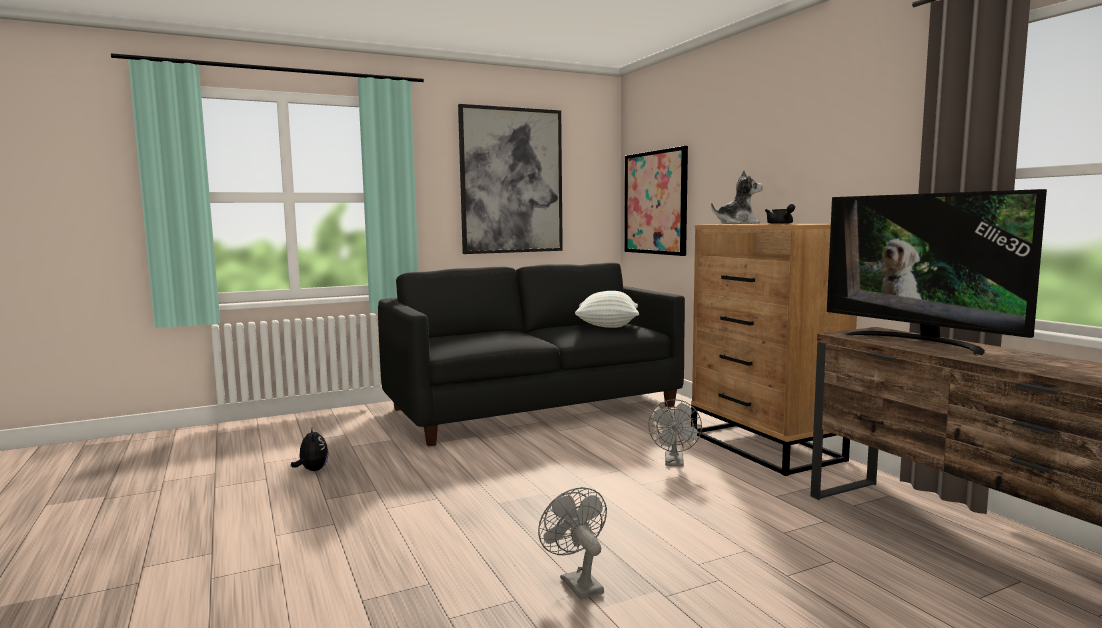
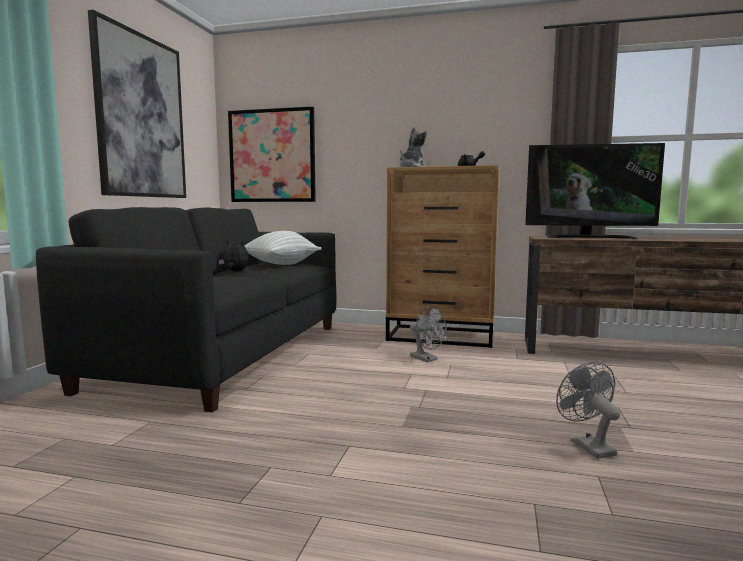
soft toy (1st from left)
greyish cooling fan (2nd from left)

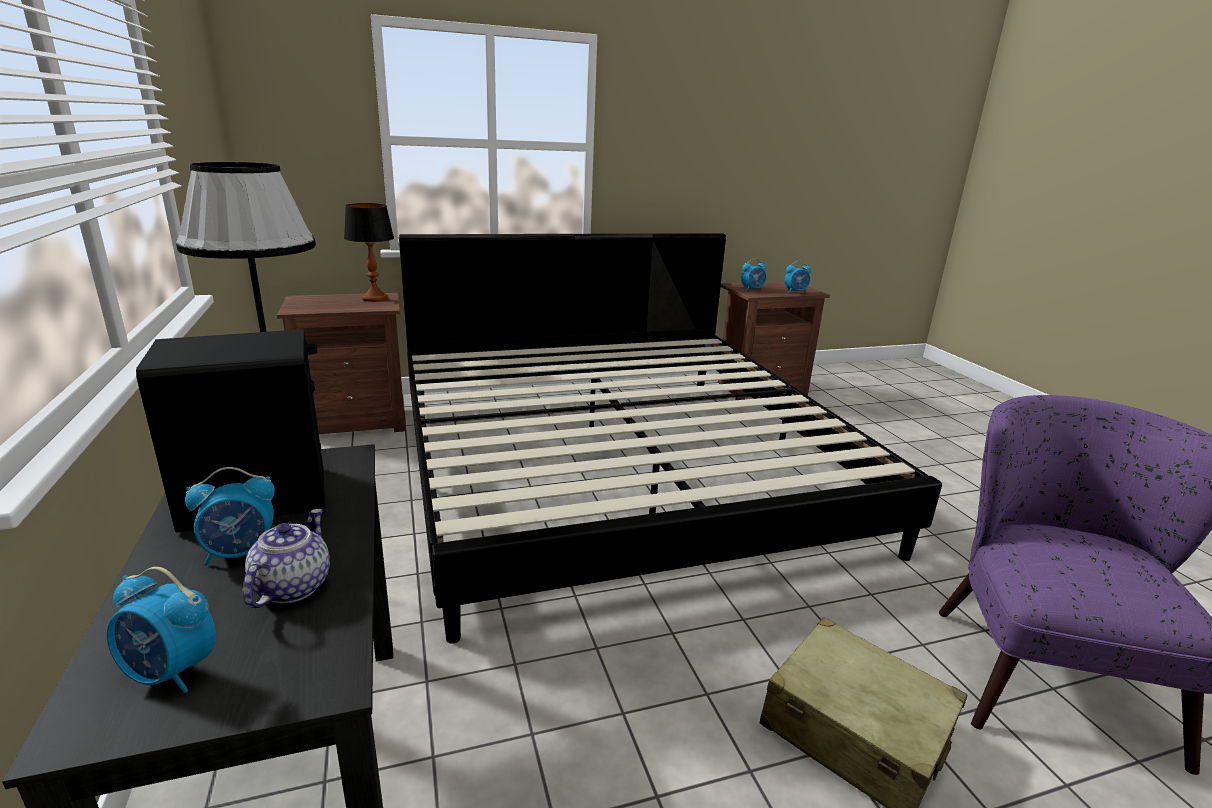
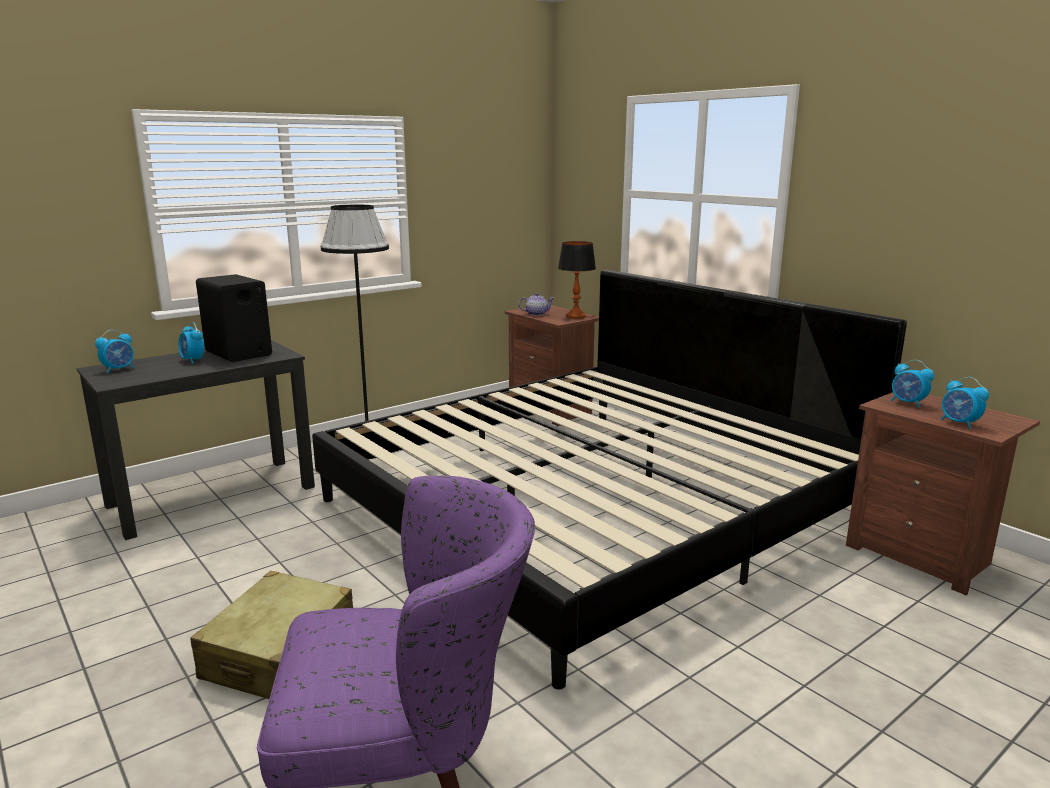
pot for tea
alarm clock (1st from left)

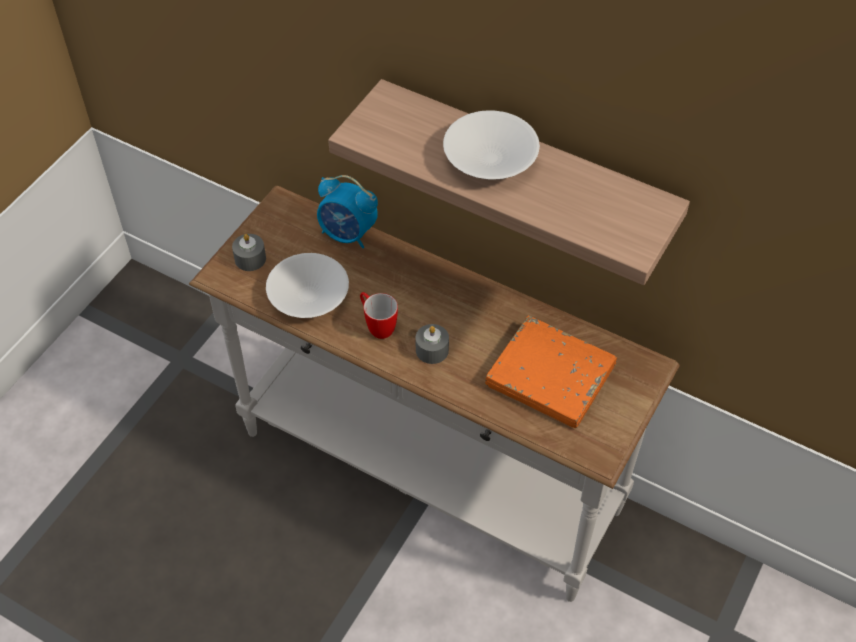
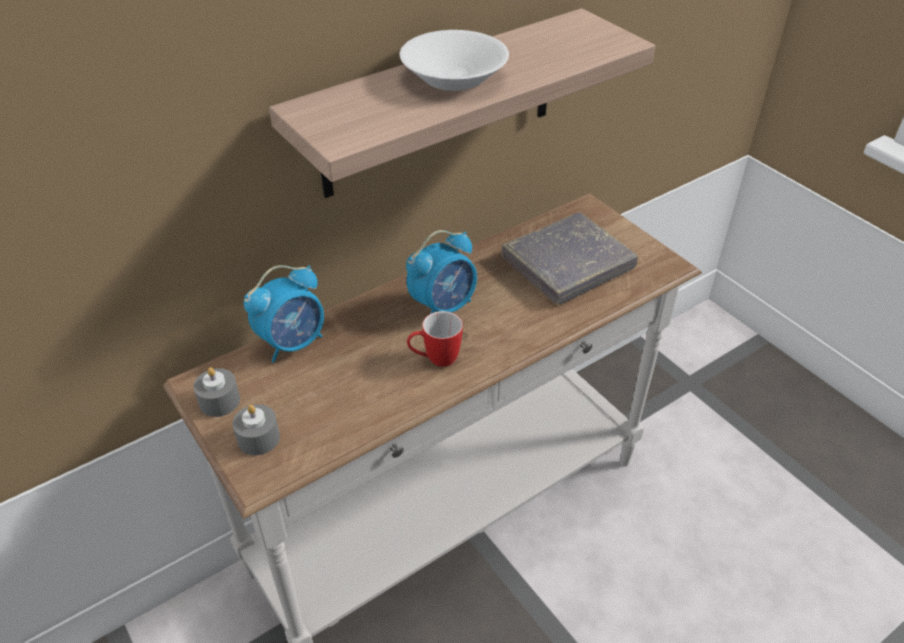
whitish deep dish (1st from left in the first image)
greyish book
greyish candle (1st from left)
alarm clock (2nd from left)

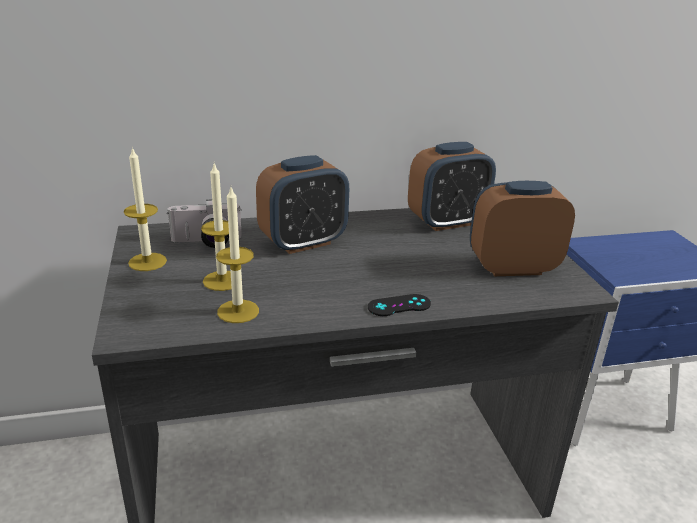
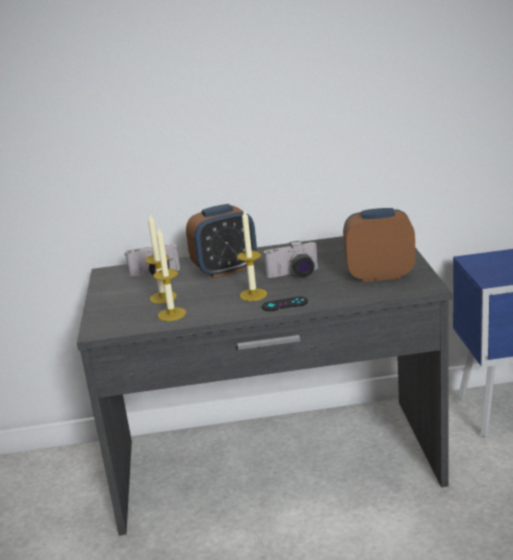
alarm clock (2nd from left in the first image)
candle (3rd from left)
still camera (2nd from left)

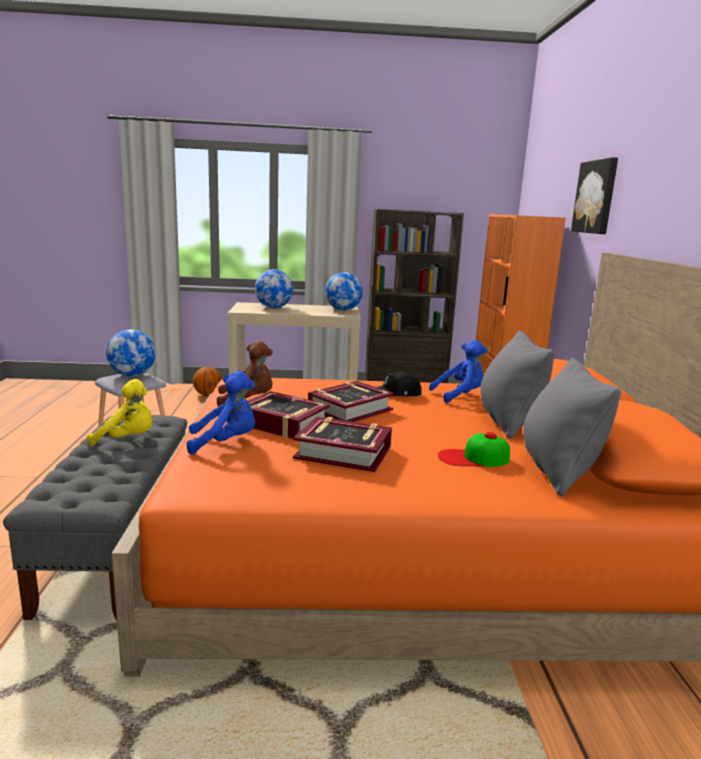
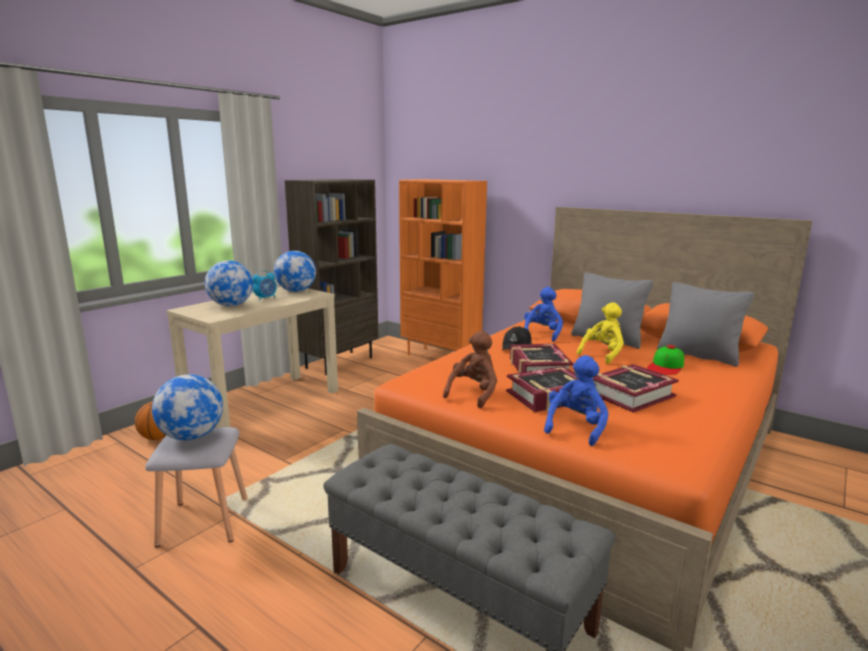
wall picture
yellow-coloured soft toy
alarm clock

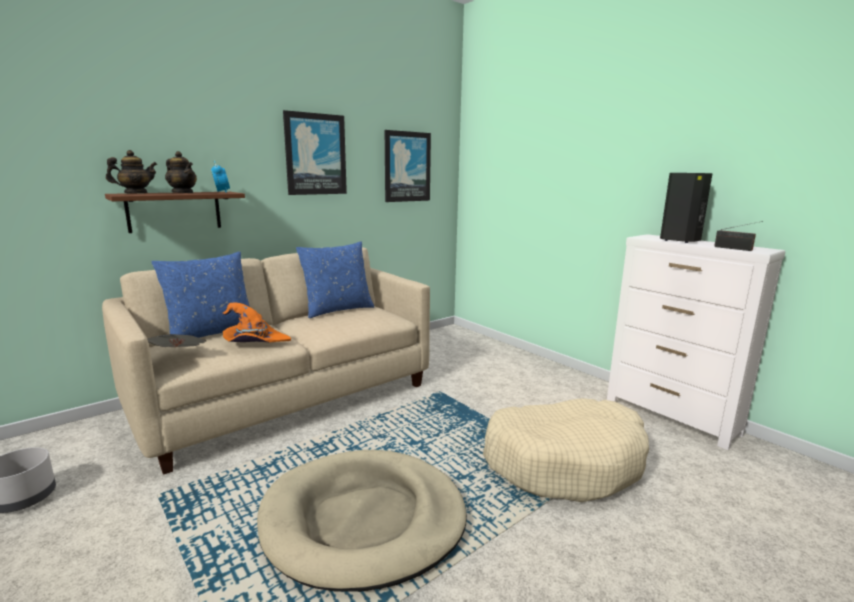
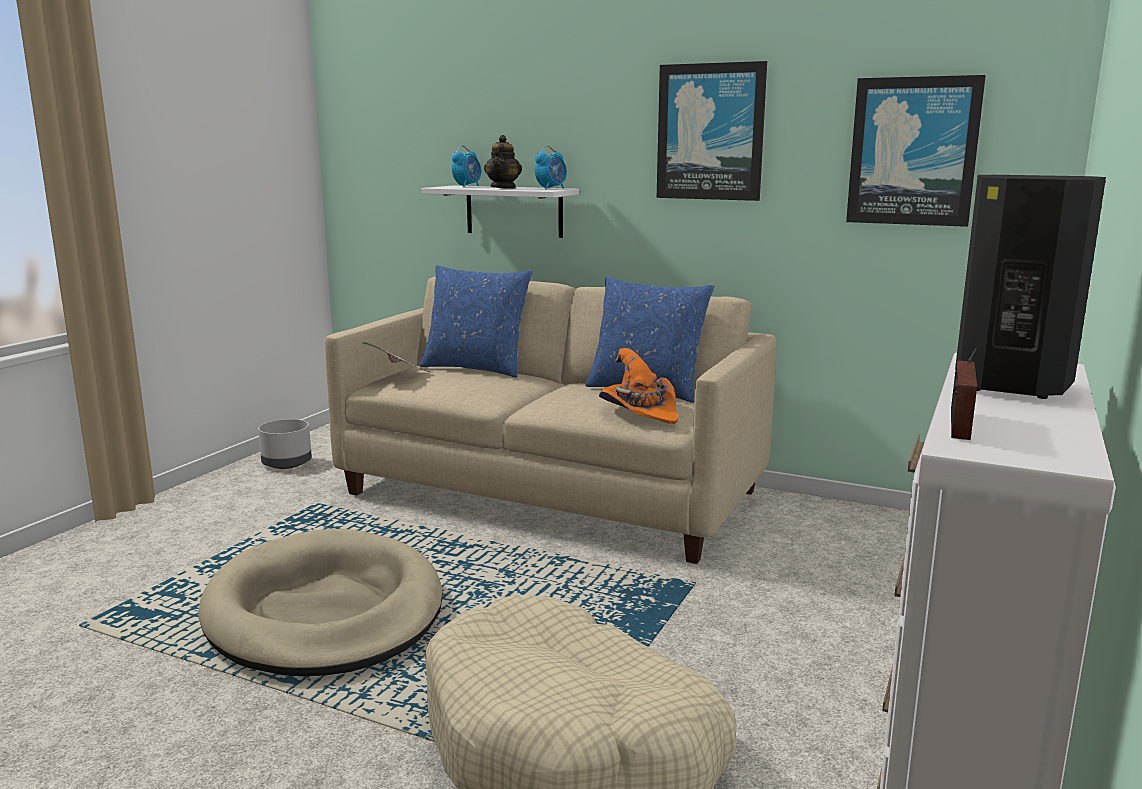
alarm clock (1st from left)
whitish bracket shelf
orange wearable hat

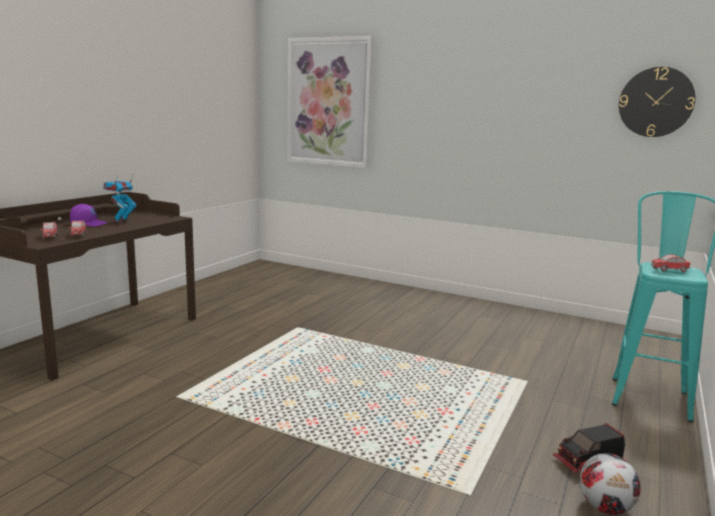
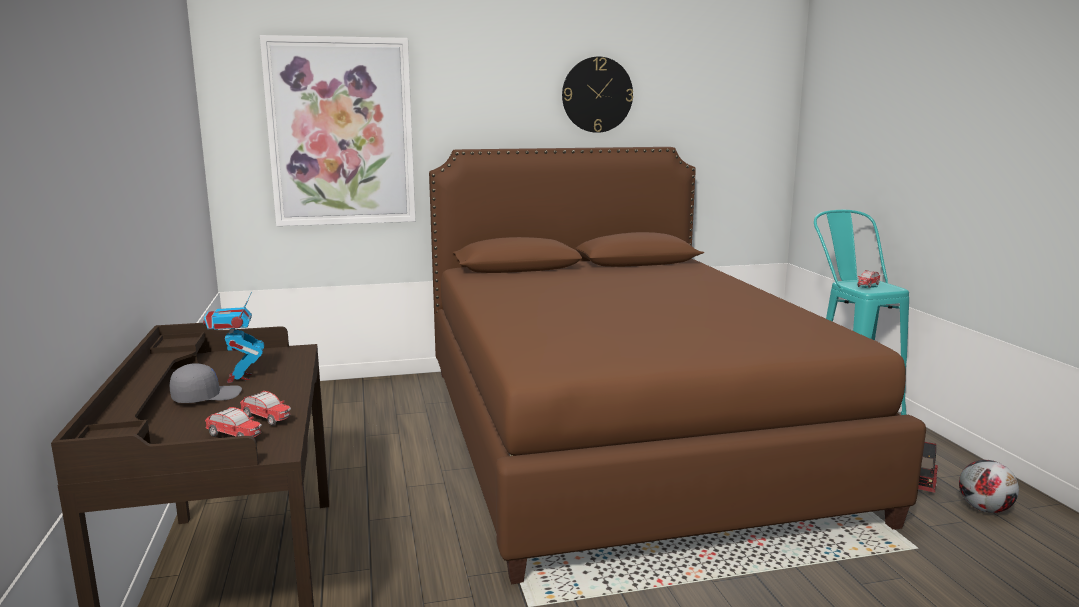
wall clock
greyish cap
brown bedroom bed

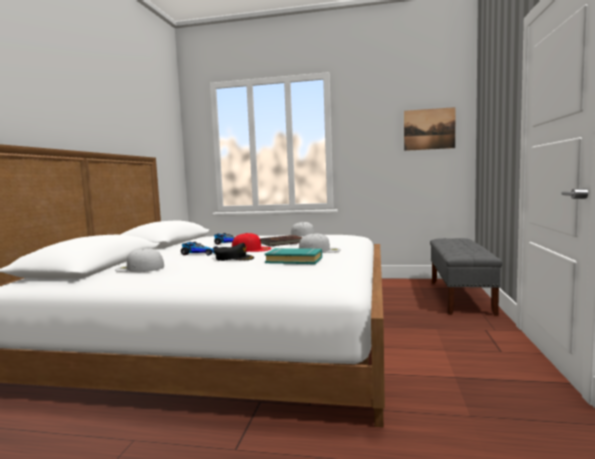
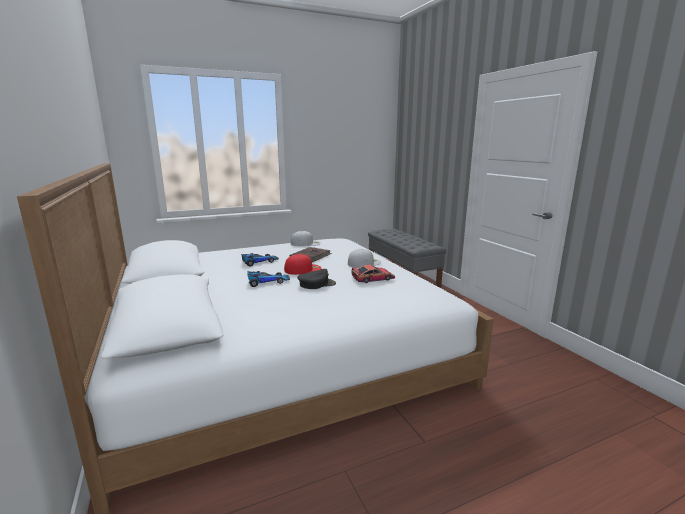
wall picture
whitish cap (1st from left in the first image)
miniature car (3rd from left)

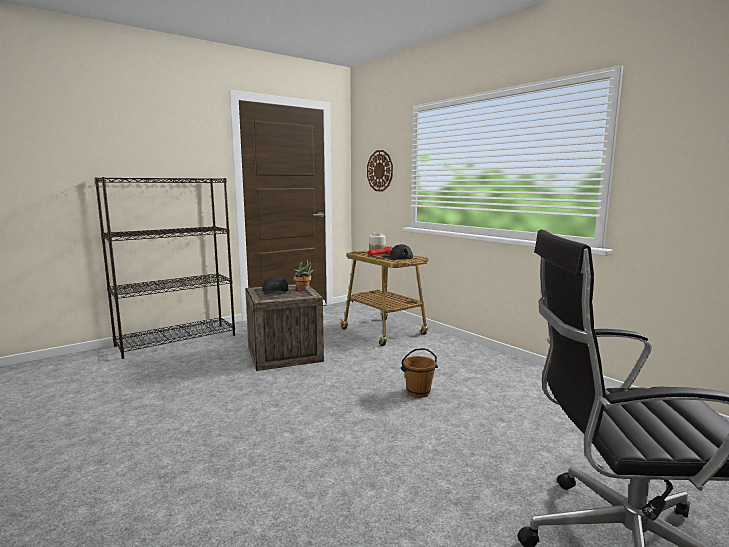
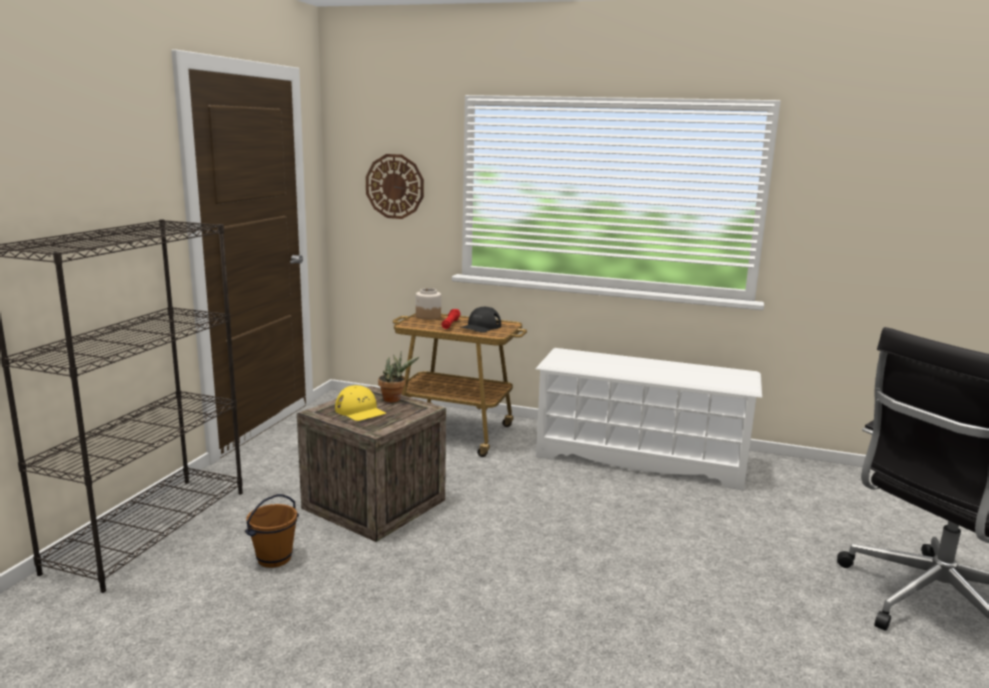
yellow-coloured cap
brown water bucket
whitish shoe stand

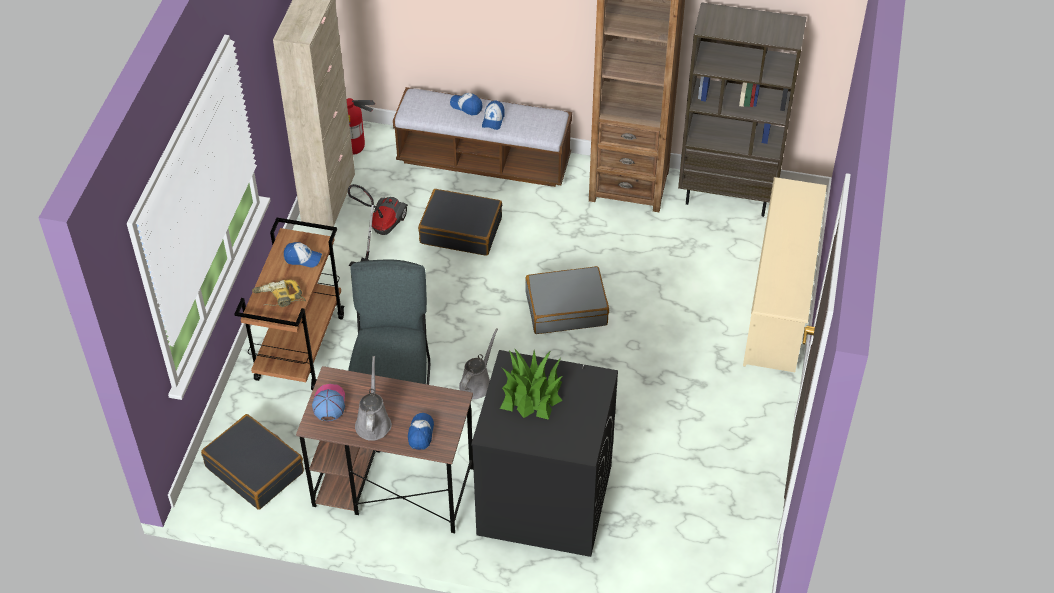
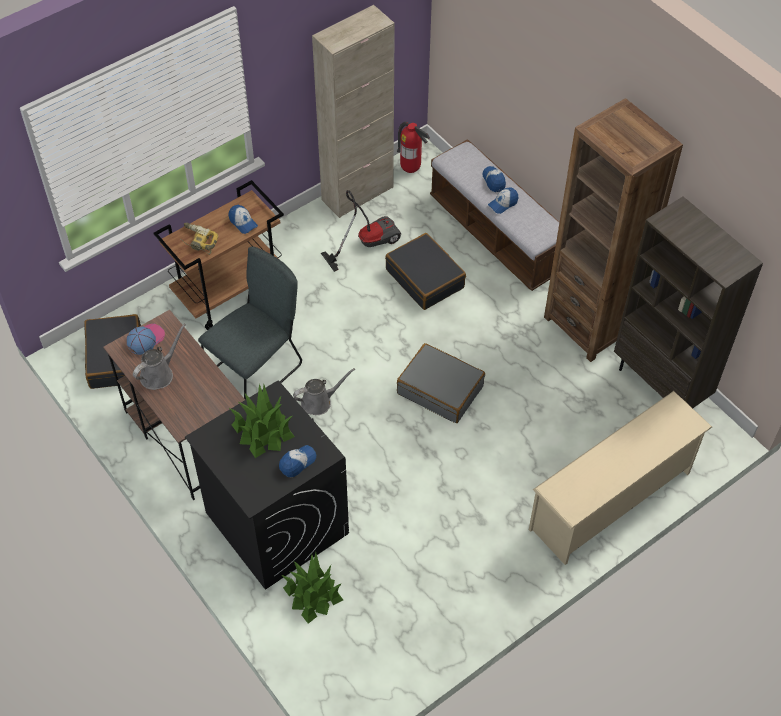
cap (3rd from left)
potted plant (2nd from left)

